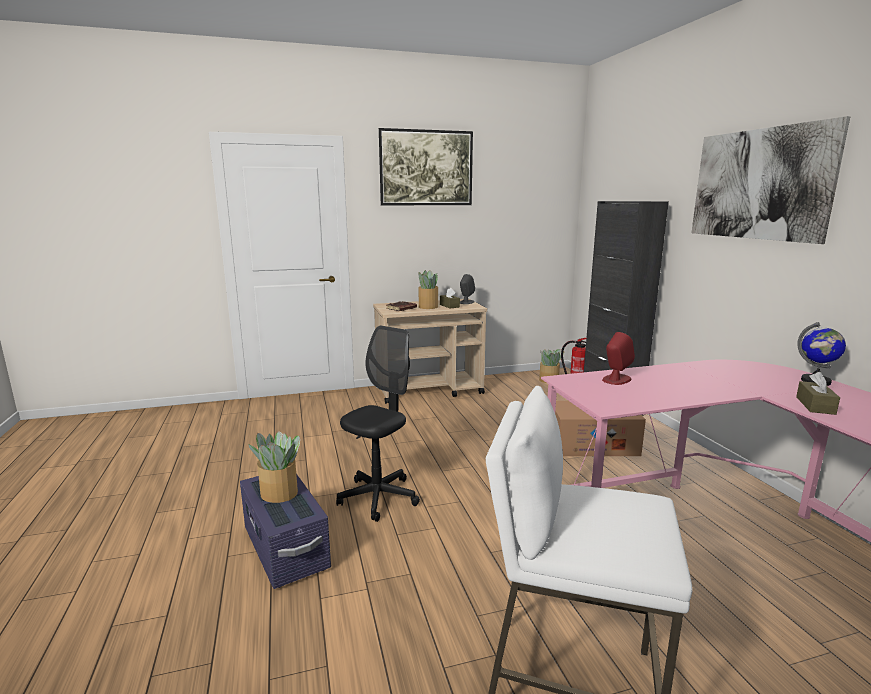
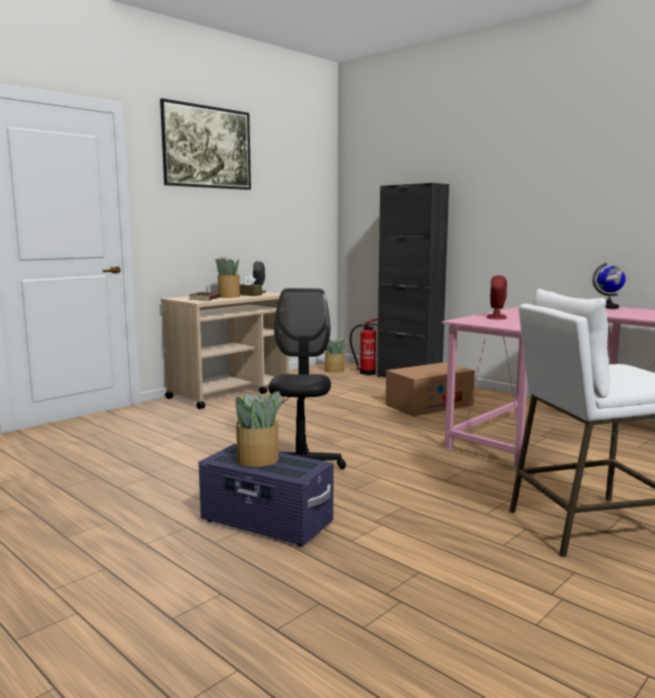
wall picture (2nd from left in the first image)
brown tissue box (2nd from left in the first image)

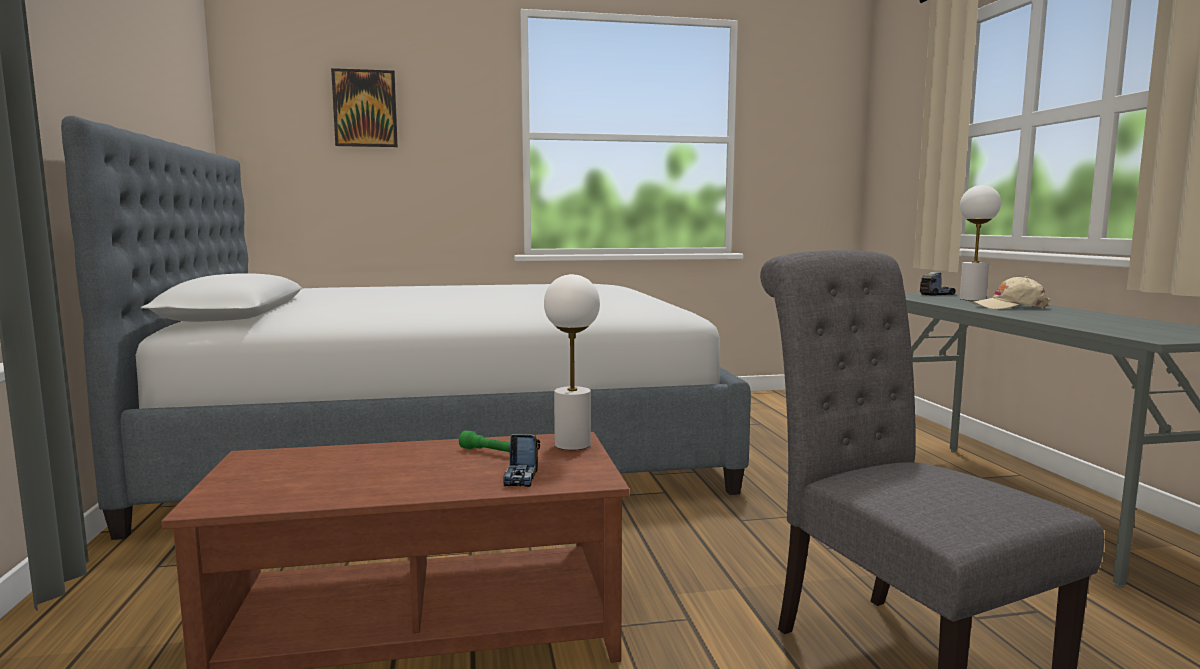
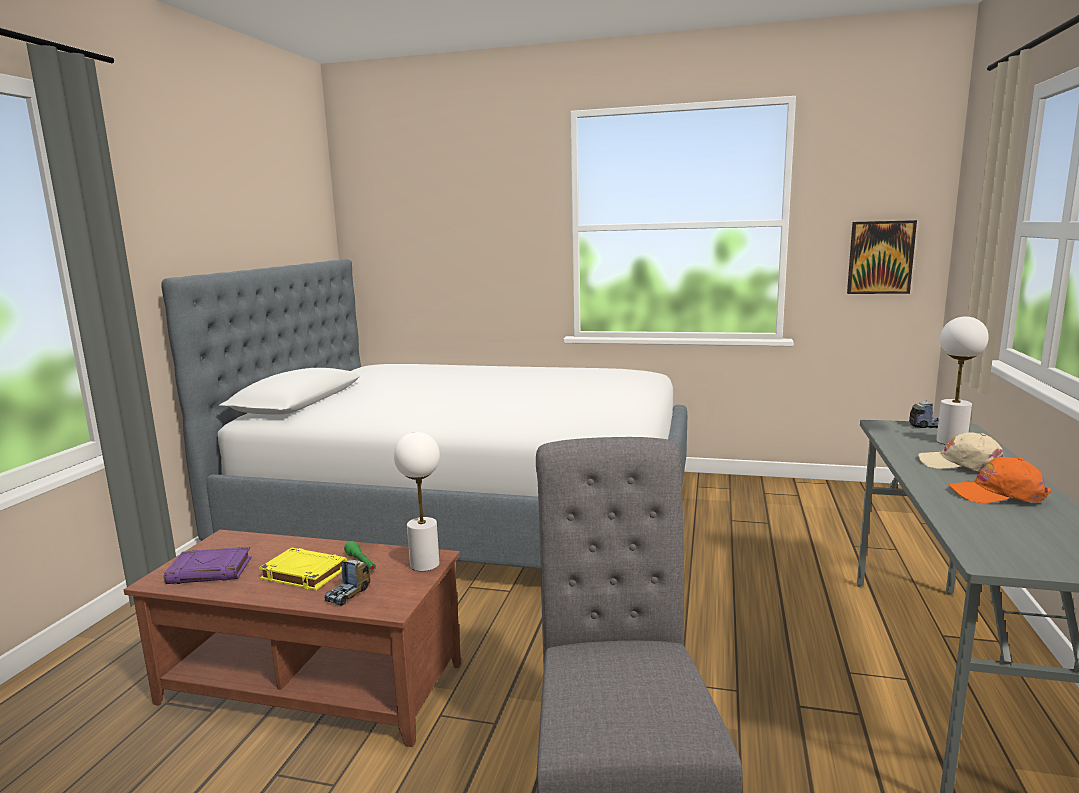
wall picture
orange cap
purple book
yellow-coloured book

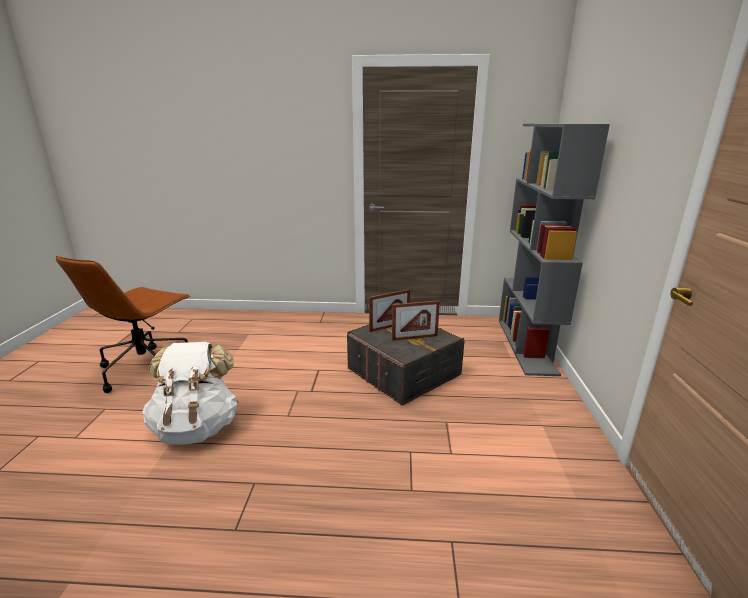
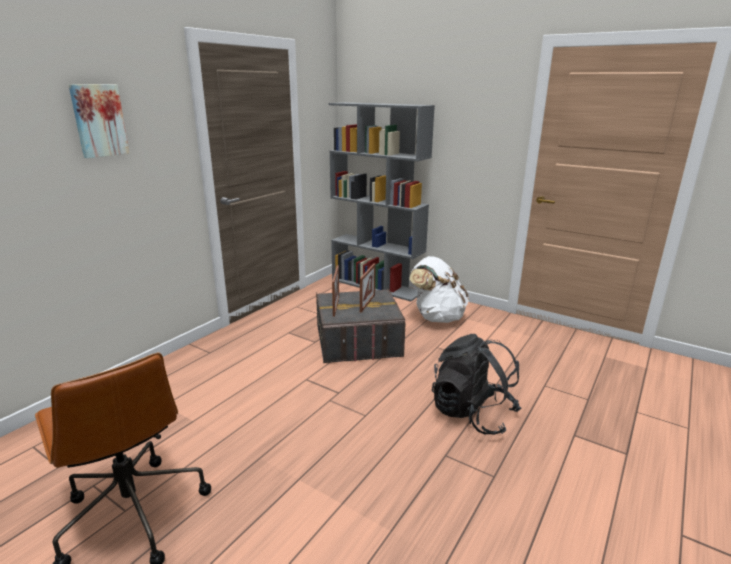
whitish rucksack
wall picture
black-coloured rucksack

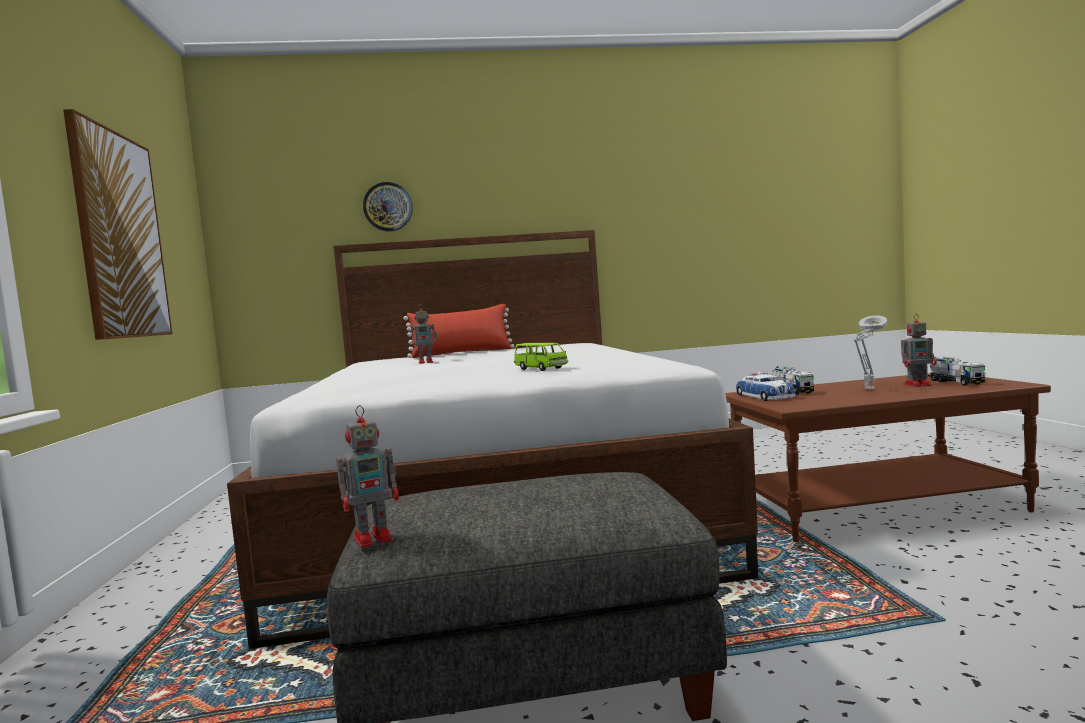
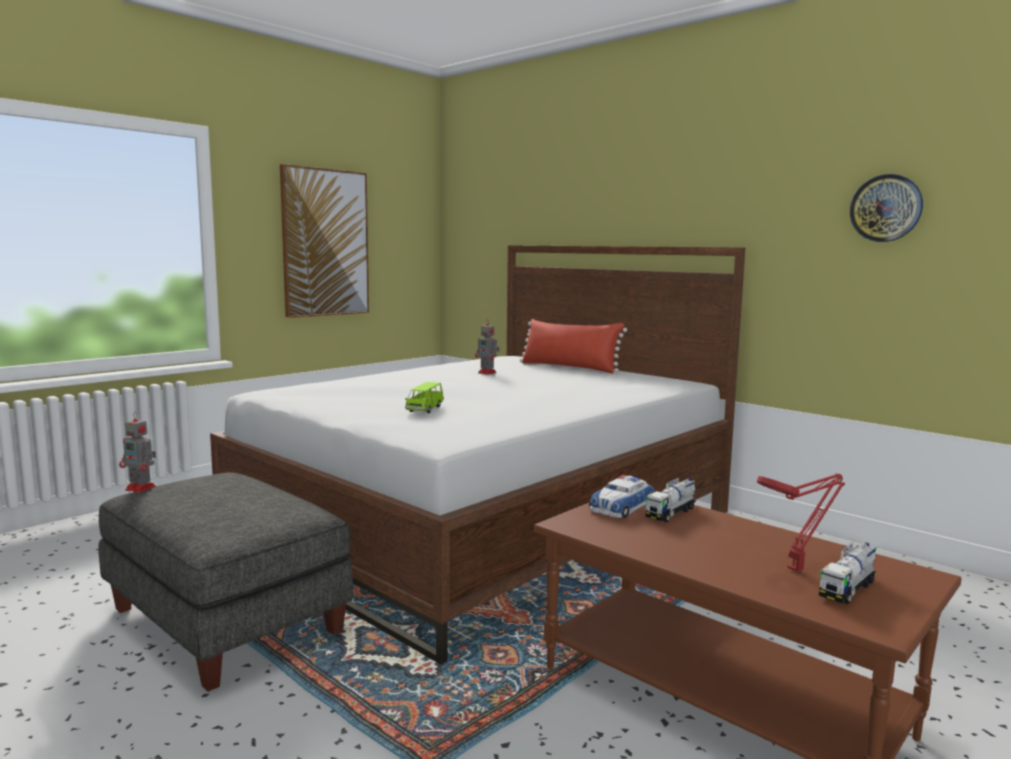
wall clock
red-coloured lamp for a table
greyish lamp for a table

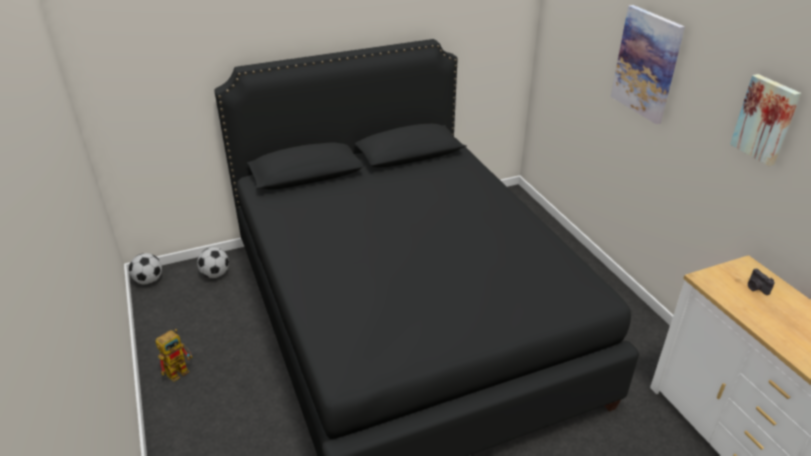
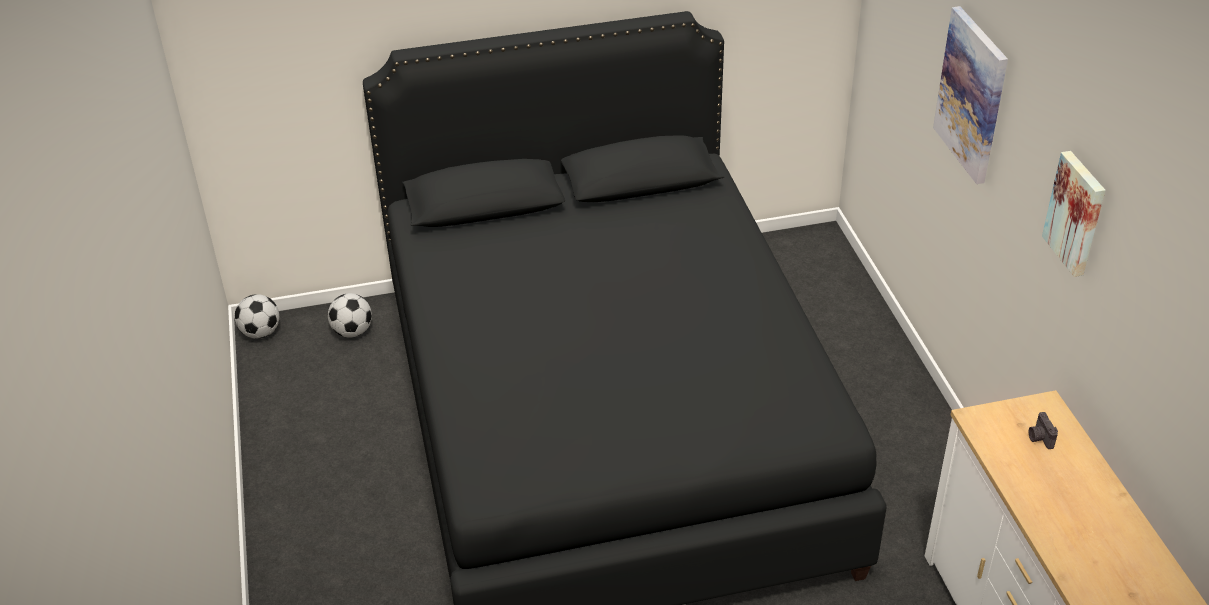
robot figure

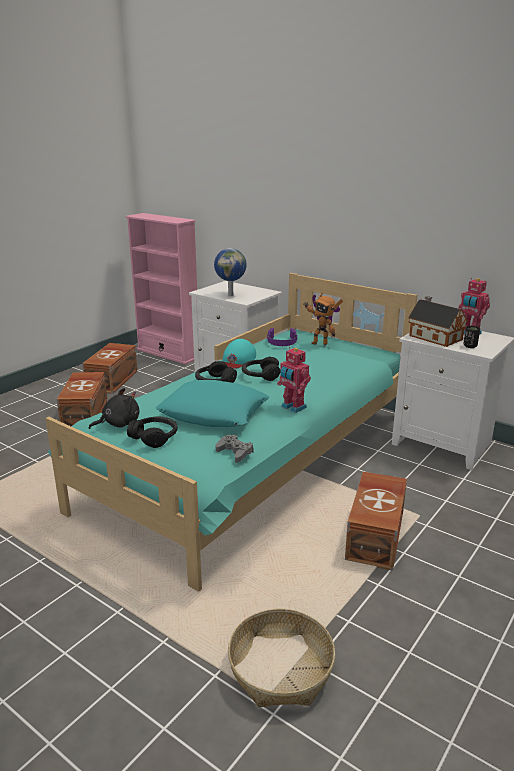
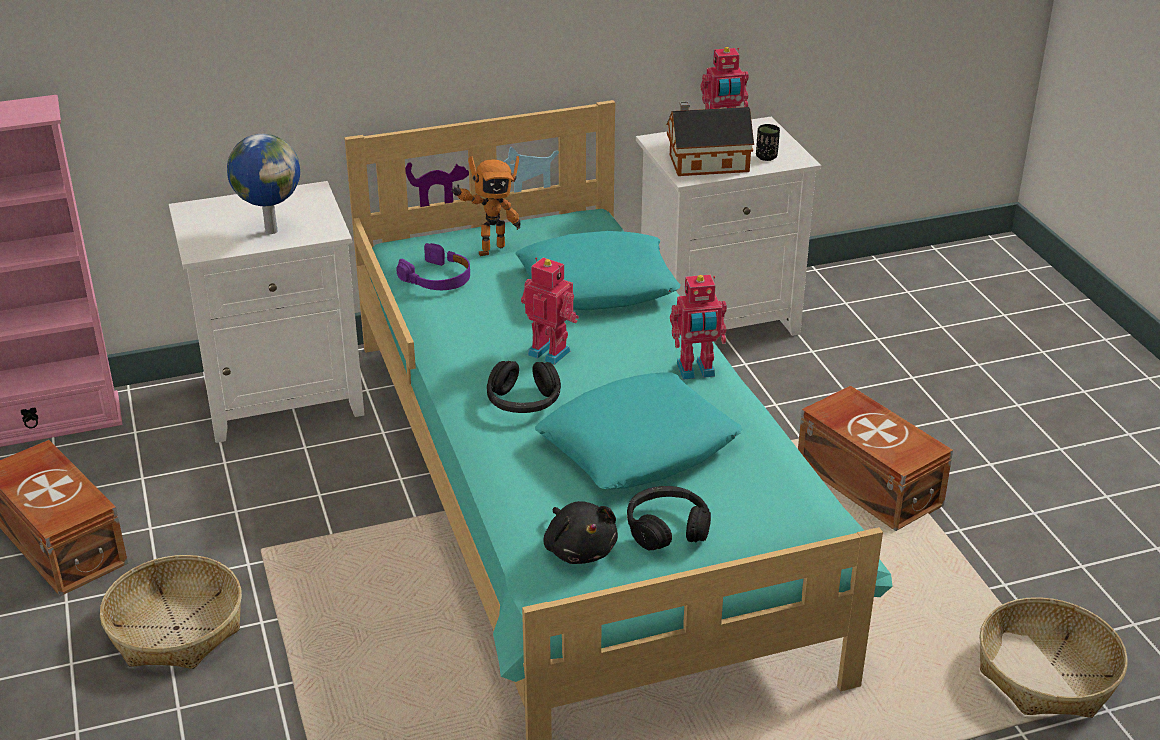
turquoise cap
robot figure (2nd from left)
basket (1st from left)
black-coloured soft toy
greyish joypad
turquoise pillow (1st from left)

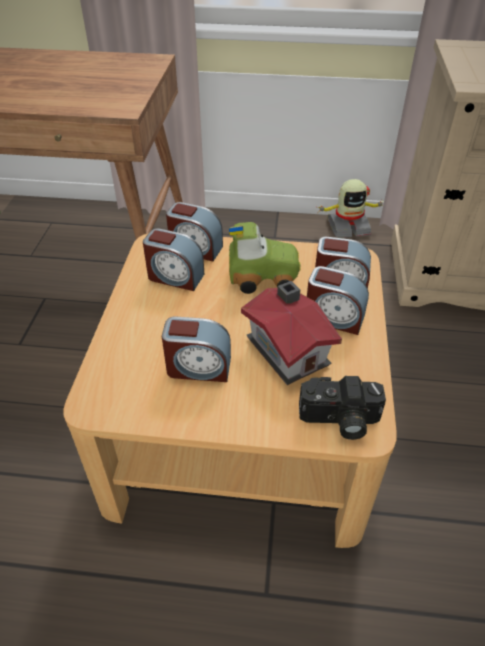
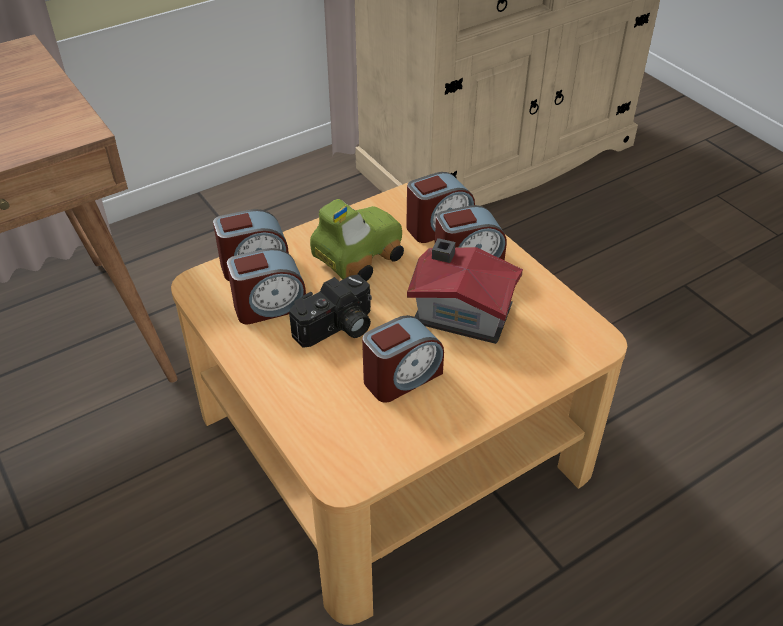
robot figure
still camera

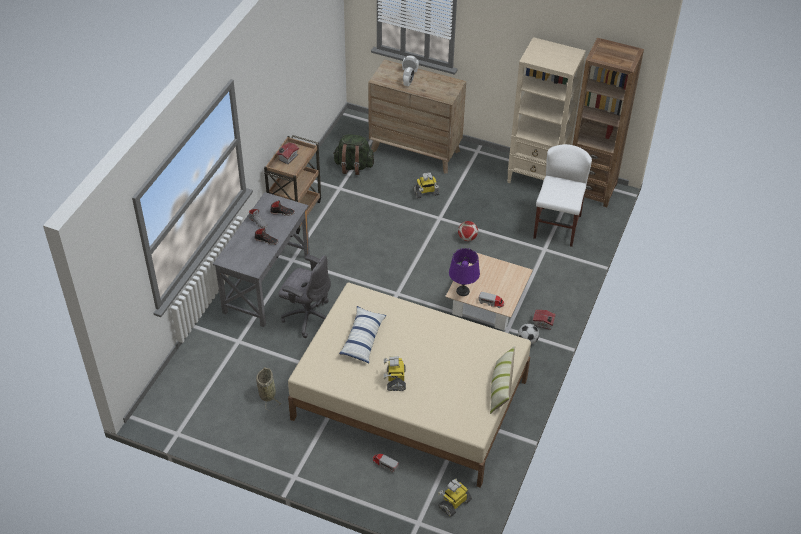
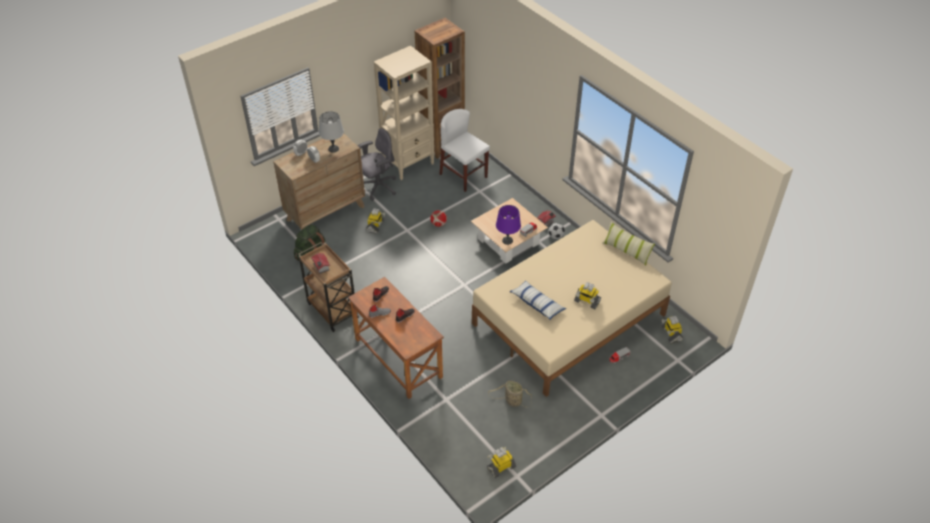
brown desk table
greyish office chair
greyish lamp for a table
robot figure (2nd from left)

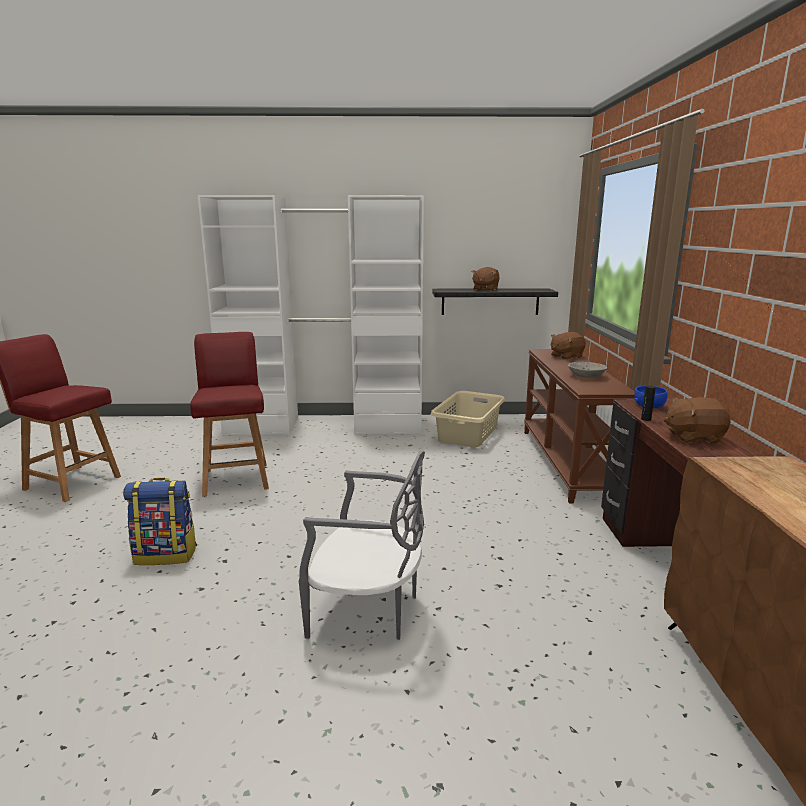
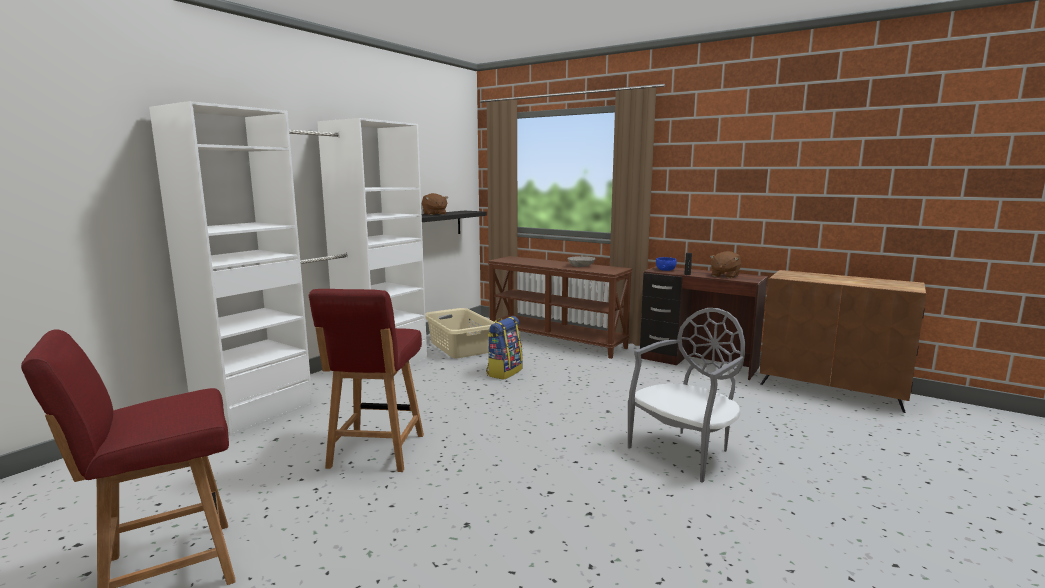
red-coloured plain chair (2nd from left)
brown soft toy (2nd from left in the first image)
rucksack

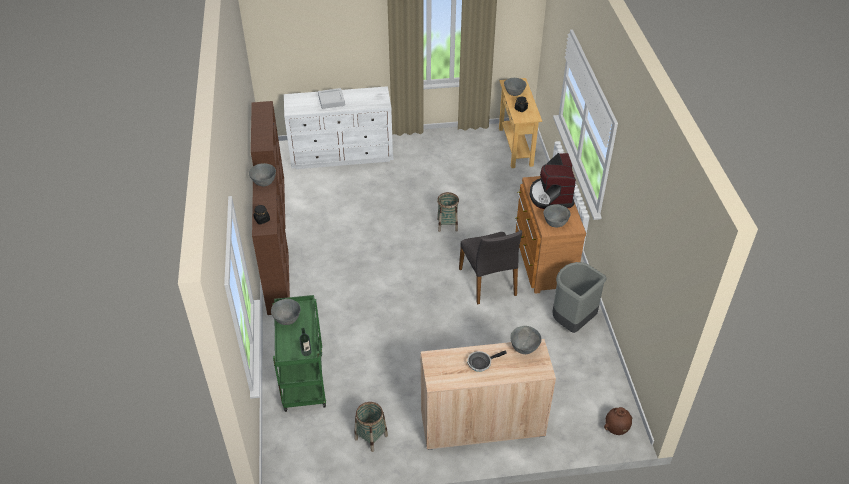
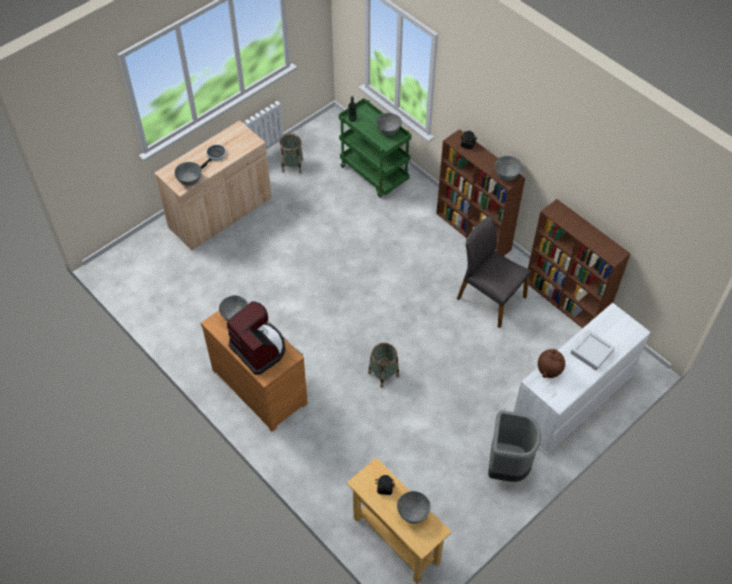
greyish plain chair
greyish rubbish bin
brown decorative vase

